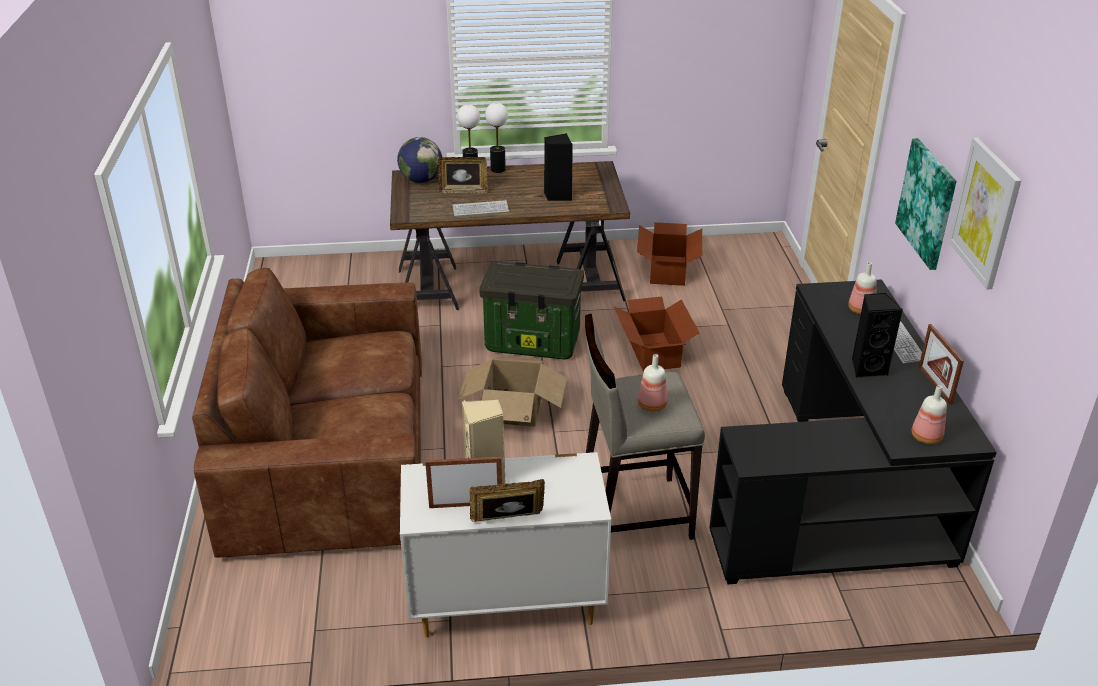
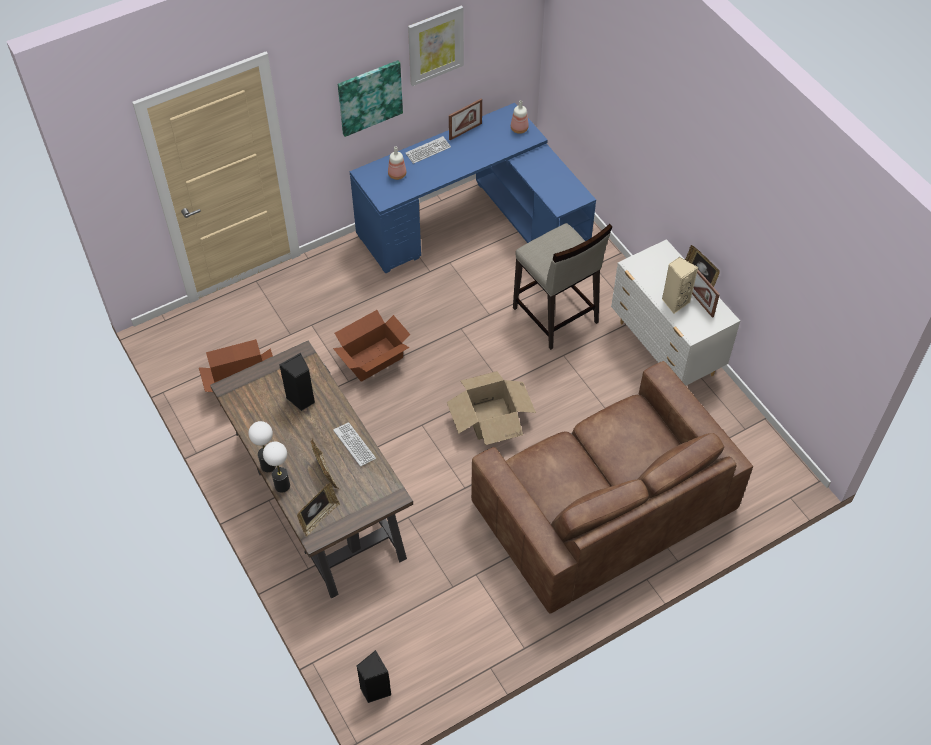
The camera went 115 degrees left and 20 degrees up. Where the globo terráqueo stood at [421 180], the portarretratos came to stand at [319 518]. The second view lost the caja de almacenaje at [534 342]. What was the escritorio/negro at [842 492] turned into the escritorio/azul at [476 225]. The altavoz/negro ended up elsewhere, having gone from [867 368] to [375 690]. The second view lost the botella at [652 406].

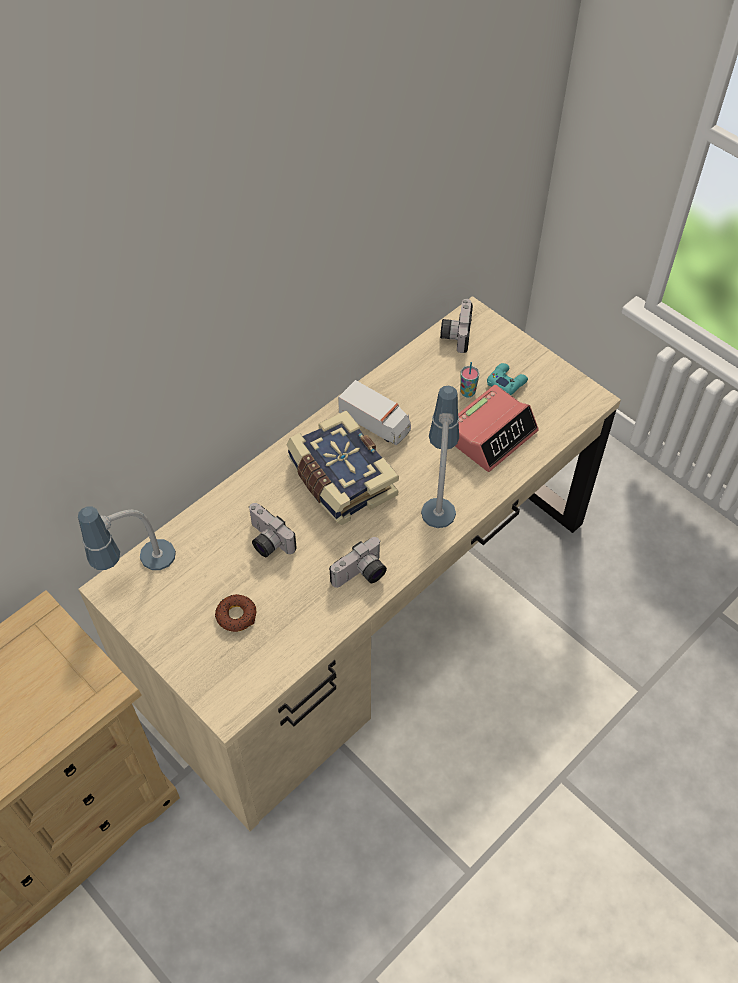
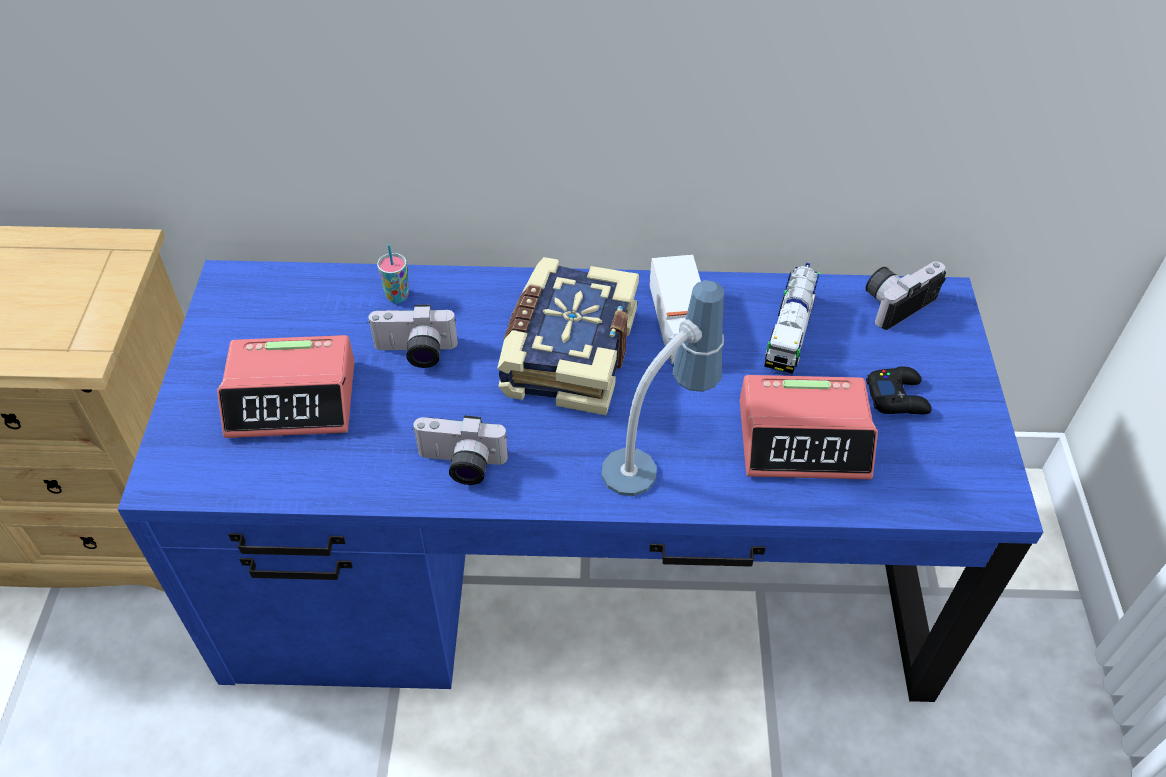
The camera went 45 degrees right and 5 degrees down. What was the escritorio/beis at [366 607] turned into the escritorio/azul at [579 573]. The taza ended up elsewhere, having gone from [467 392] to [397 296]. What was the mando de consola/turquesa at [506 382] turned into the mando de consola/negro at [897 397]. The cámara at [267 541] ended up facing another way, 90 degrees counterclockwise from before. The second view lost the lámpara de mesa at [138 570]. Where the rosquilla stood at [236 616], the despertador came to stand at [293 398]. The second view gained the camión de juguete at [789 333].

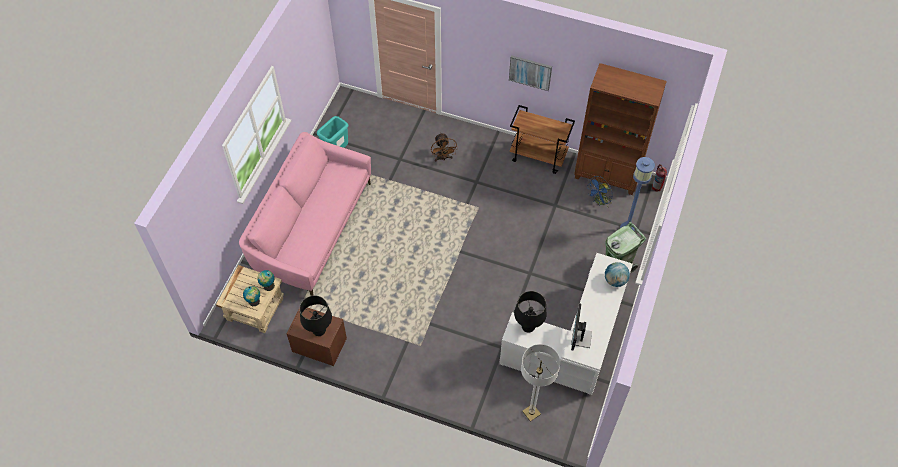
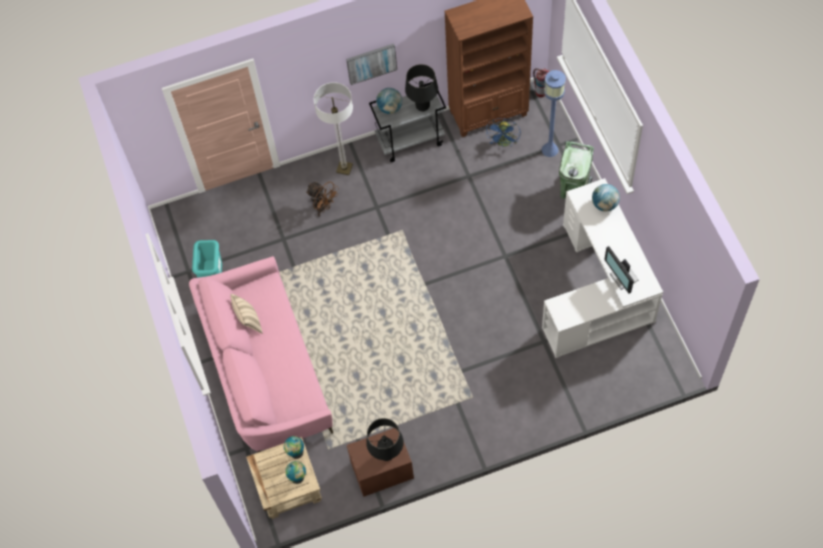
The camera went 35 degrees left and 5 degrees up. What was the carrito/marrón at [538 157] turned into the carrito/gris at [411 140]. The lámpara de mesa/negro ended up elsewhere, having gone from [528 327] to [422 106]. The lámpara de pie ended up elsewhere, having gone from [531 413] to [344 168]. The second view gained the globo terráqueo at [390 108]. The second view gained the cojín/beis at [248 321].

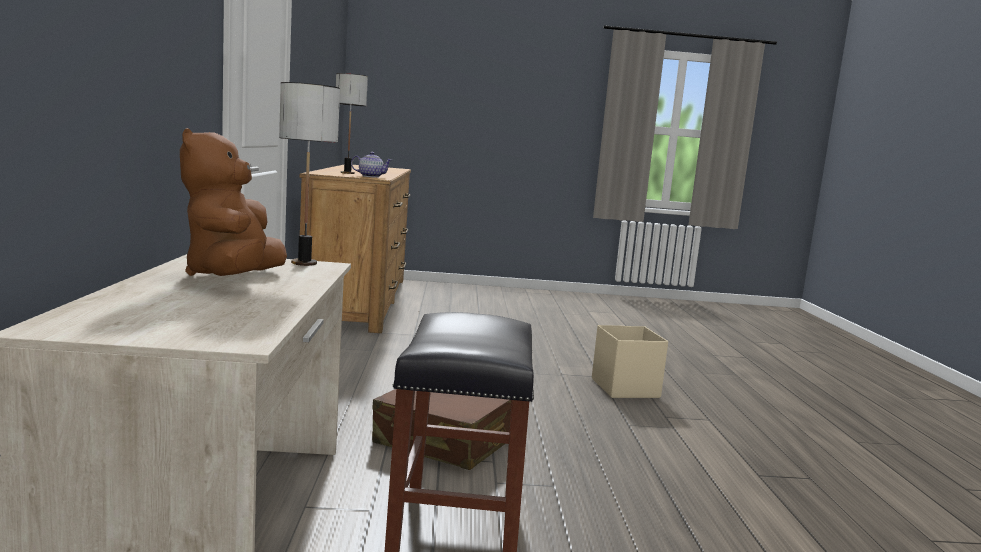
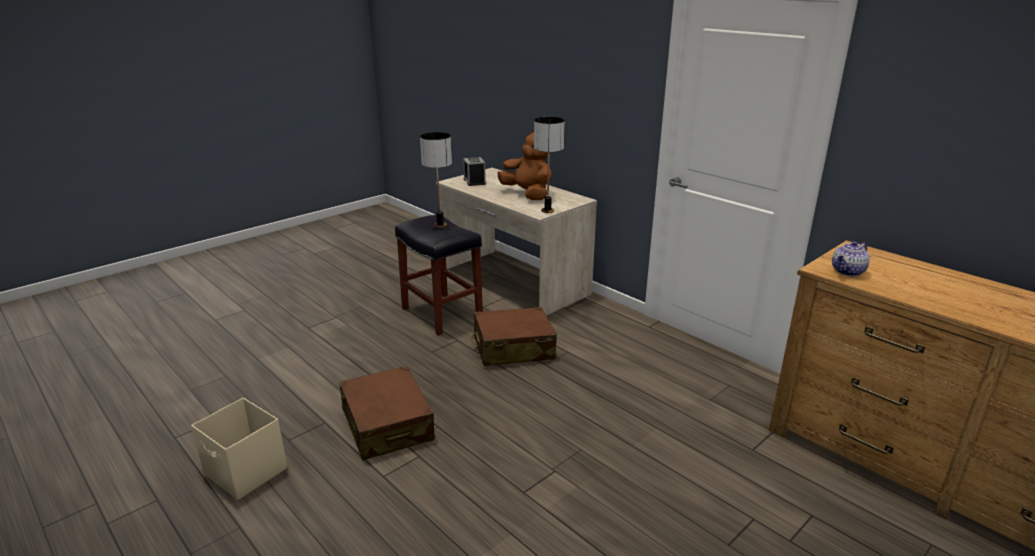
The camera went 140 degrees right and 15 degrees up. The lámpara de mesa ended up elsewhere, having gone from [348 173] to [439 226]. The caja de almacenaje/beis ended up elsewhere, having gone from [625 388] to [246 472]. The second view gained the despertador at [474 181]. The second view gained the maleta/marrón at [387 425].

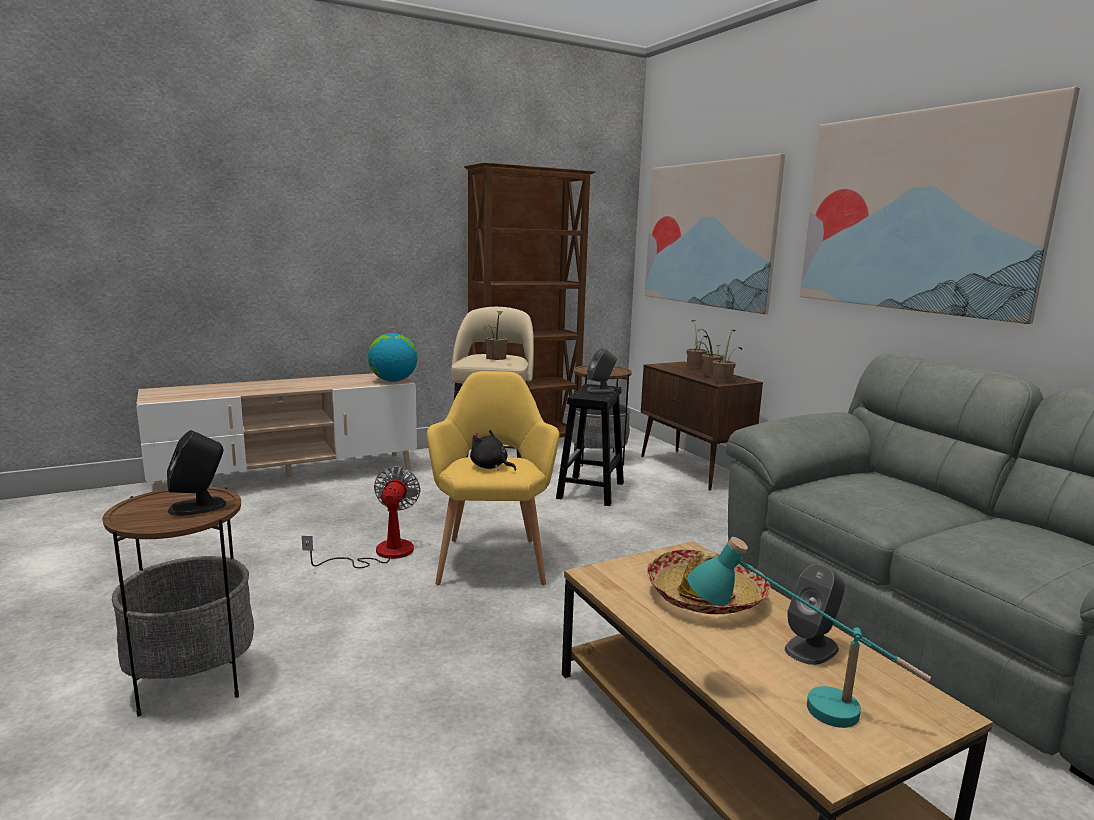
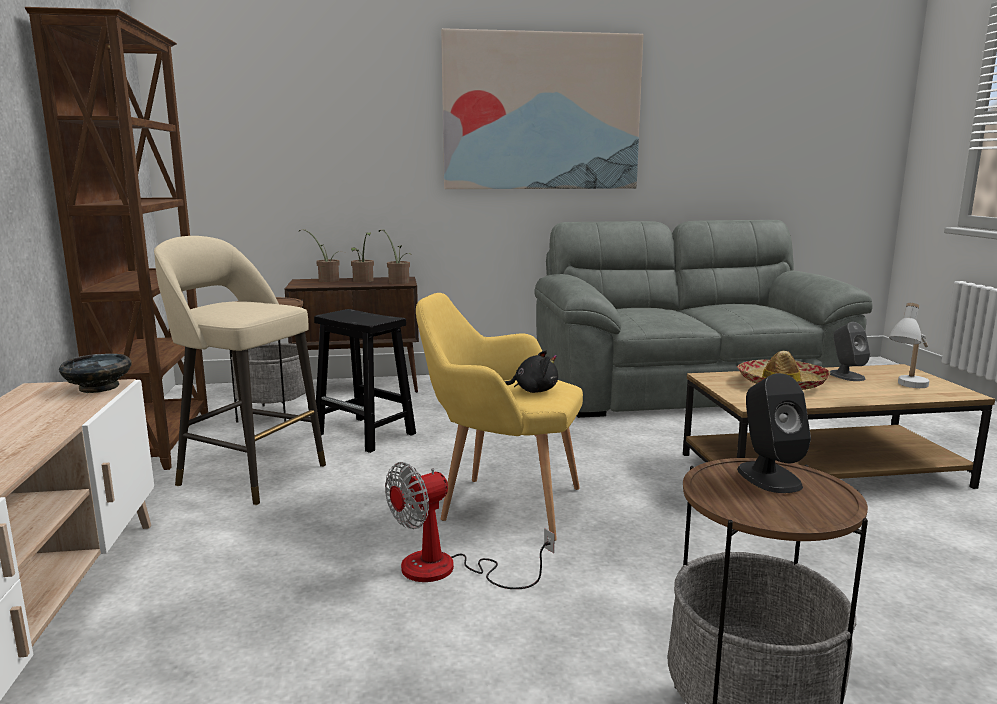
The camera went 70 degrees left and 0 degrees up. The second view lost the cuadro at [708 234]. The second view lost the planta en maceta at [495 358]. Where the globo terráqueo stood at [393 381], the cuenco/negro came to stand at [98 388]. The second view lost the altavoz/gris at [601 390]. The peluche/negro at [490 467] ended up facing another way, 150 degrees counterclockwise from before. The ventilador at [381 553] ended up facing another way, 60 degrees counterclockwise from before. What was the lámpara de mesa/turquesa at [793 701] turned into the lámpara de mesa/blanco at [908 389].

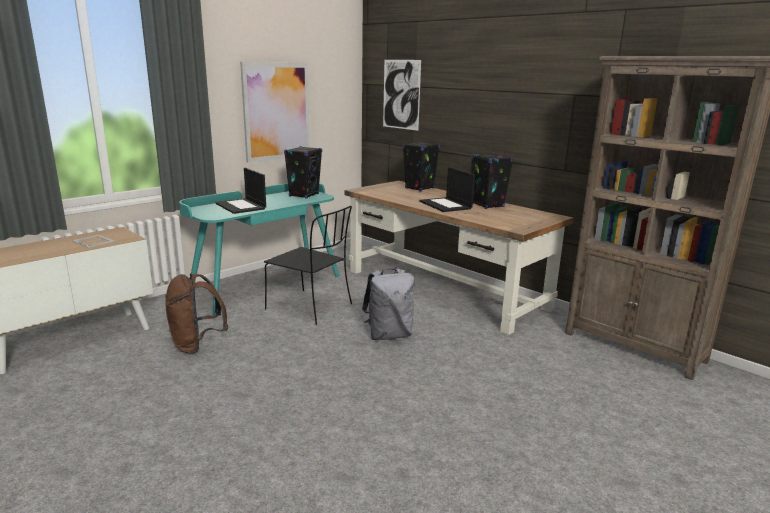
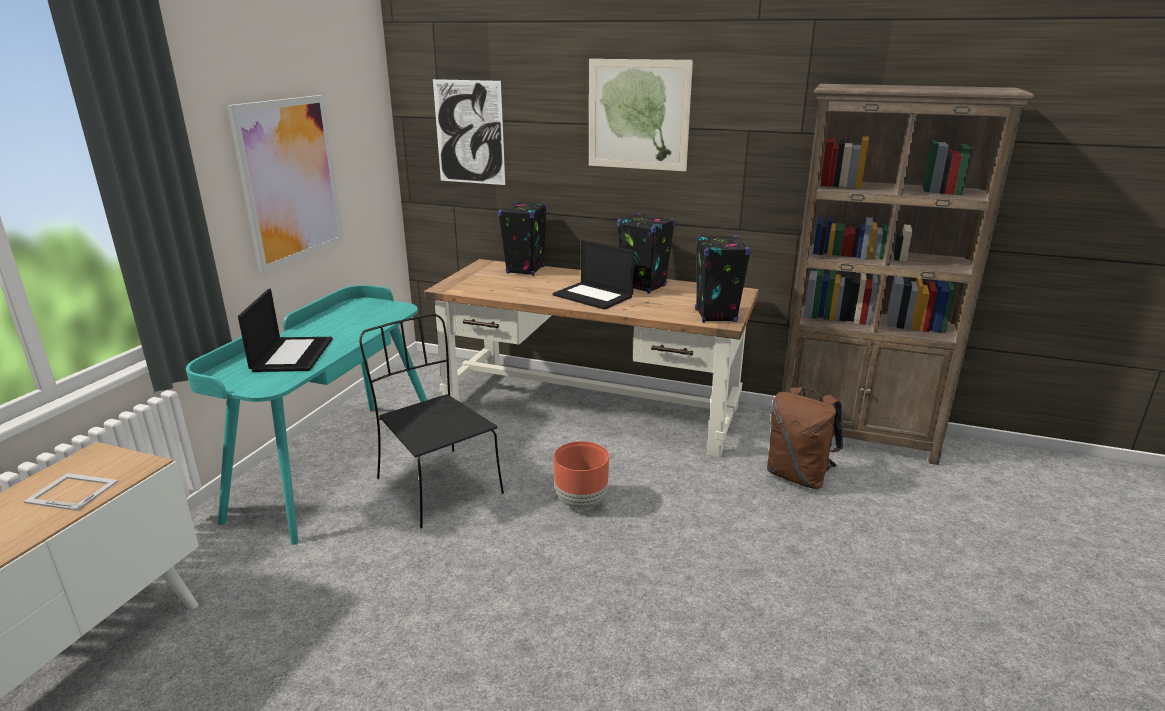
The camera went 25 degrees left and 5 degrees up. The altavoz/negro ended up elsewhere, having gone from [304 195] to [715 315]. The portátil at [241 206] ended up facing another way, 120 degrees counterclockwise from before. The silla/negro at [311 307] ended up facing another way, 135 degrees counterclockwise from before. Where the mochila/gris stood at [388 335], the maceta/marrón came to stand at [581 501]. The mochila/marrón ended up elsewhere, having gone from [196 345] to [798 476]. The second view gained the cuadro at [638 115].

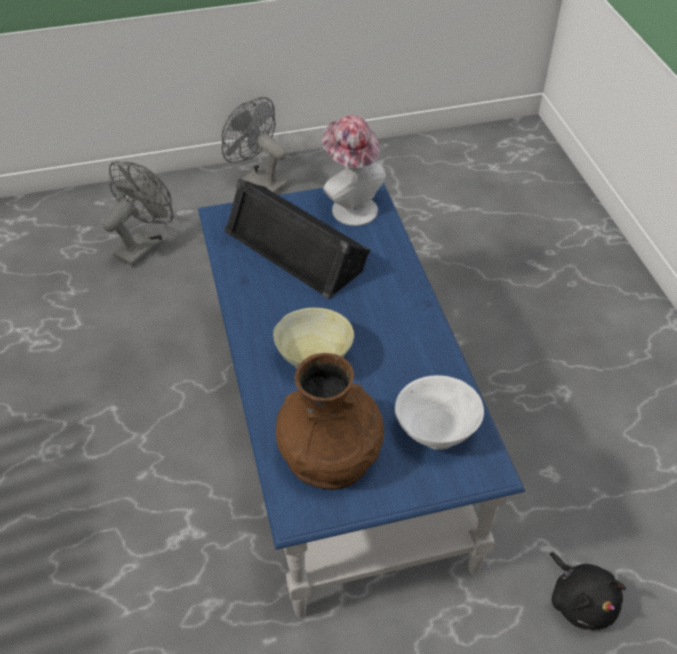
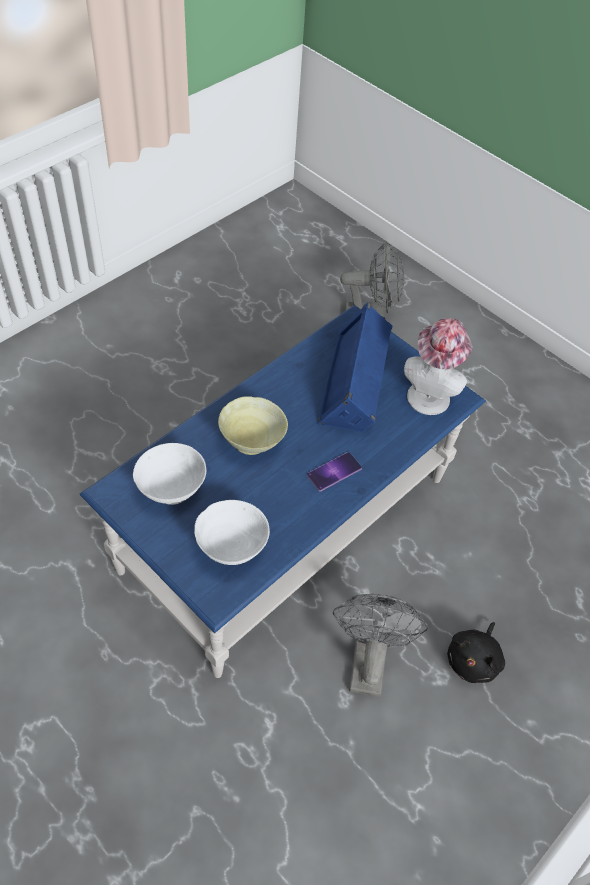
The camera went 55 degrees right and 5 degrees up. The ventilador/gris ended up elsewhere, having gone from [258 181] to [367 660]. What was the altavoz/negro at [297 247] turned into the altavoz/azul at [357 380]. Where the florero/marrón stood at [329 452], the cuenco/blanco came to stand at [172 488]. The peluche/negro ended up elsewhere, having gone from [581 601] to [473 660]. The second view gained the móvil at [334 471].

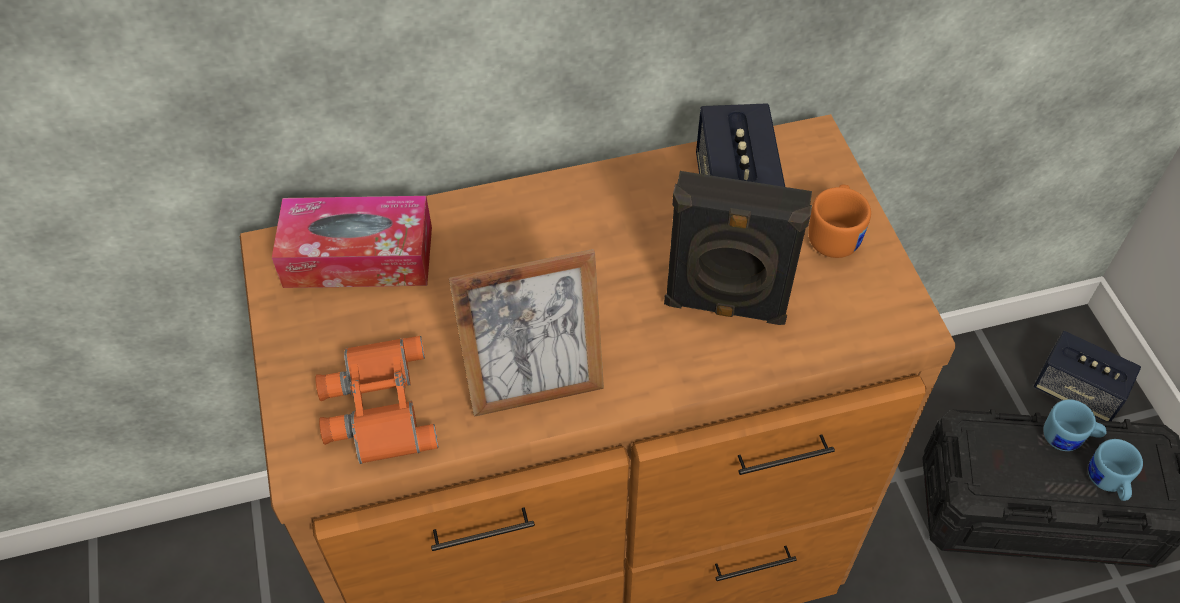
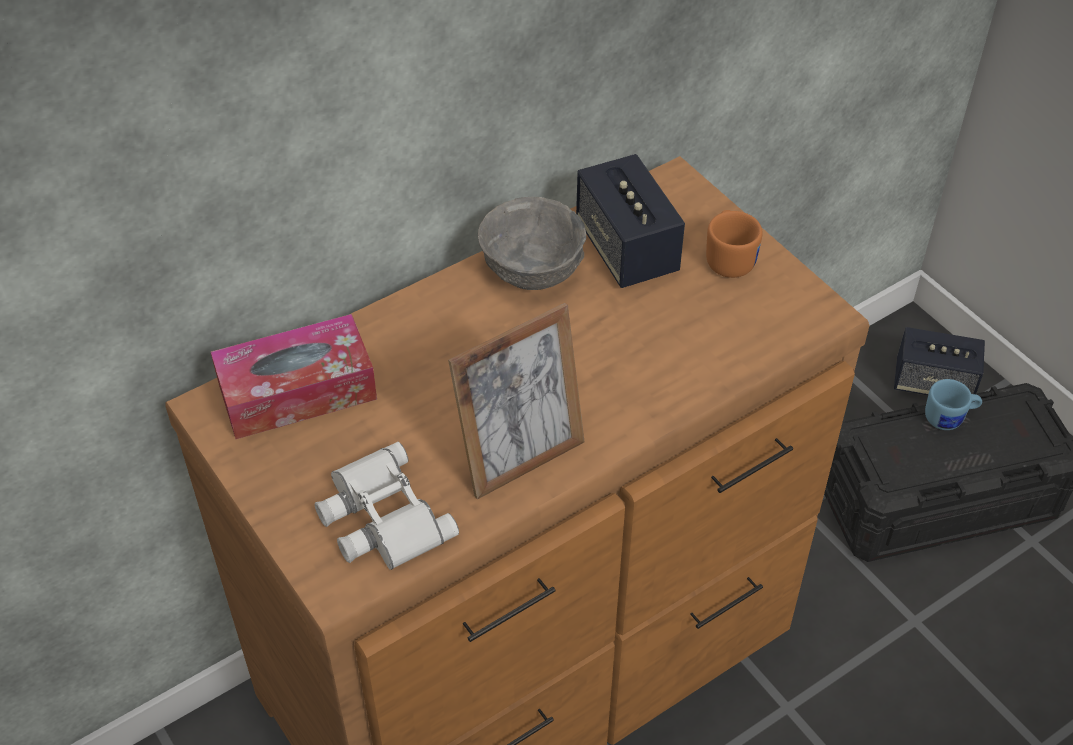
The camera went 20 degrees left and 5 degrees down. The second view lost the altavoz/negro at [725 306]. What was the prismáticos/naranja at [376 406] turned into the prismáticos/blanco at [380 517]. The second view lost the taza grande/azul at [1107 483]. The second view gained the cuenco/gris at [533 268].

